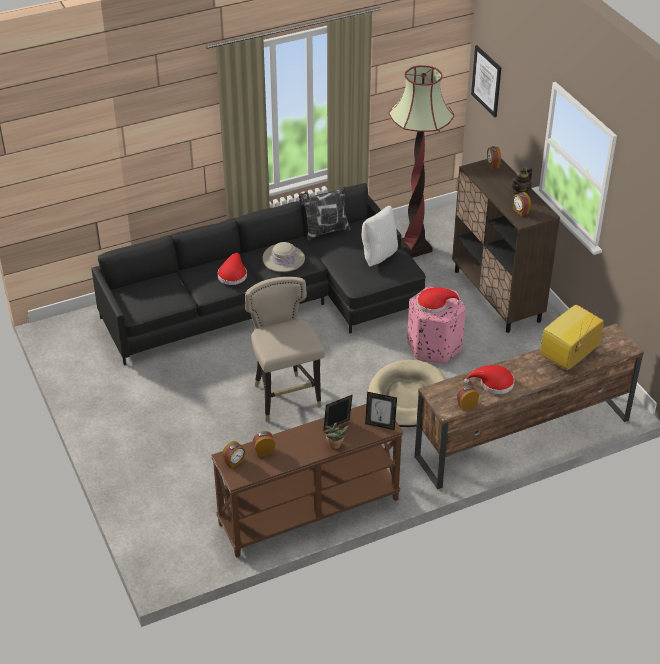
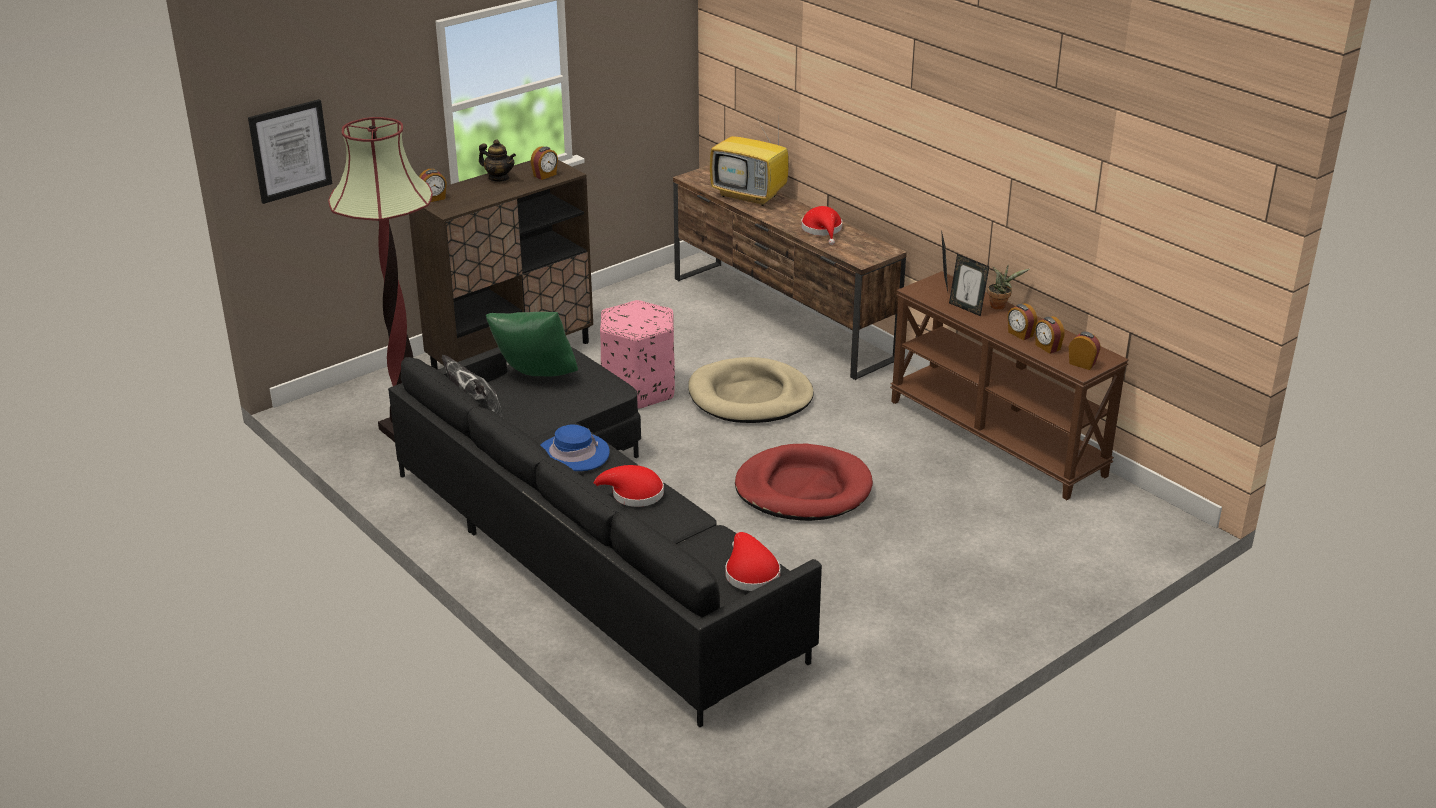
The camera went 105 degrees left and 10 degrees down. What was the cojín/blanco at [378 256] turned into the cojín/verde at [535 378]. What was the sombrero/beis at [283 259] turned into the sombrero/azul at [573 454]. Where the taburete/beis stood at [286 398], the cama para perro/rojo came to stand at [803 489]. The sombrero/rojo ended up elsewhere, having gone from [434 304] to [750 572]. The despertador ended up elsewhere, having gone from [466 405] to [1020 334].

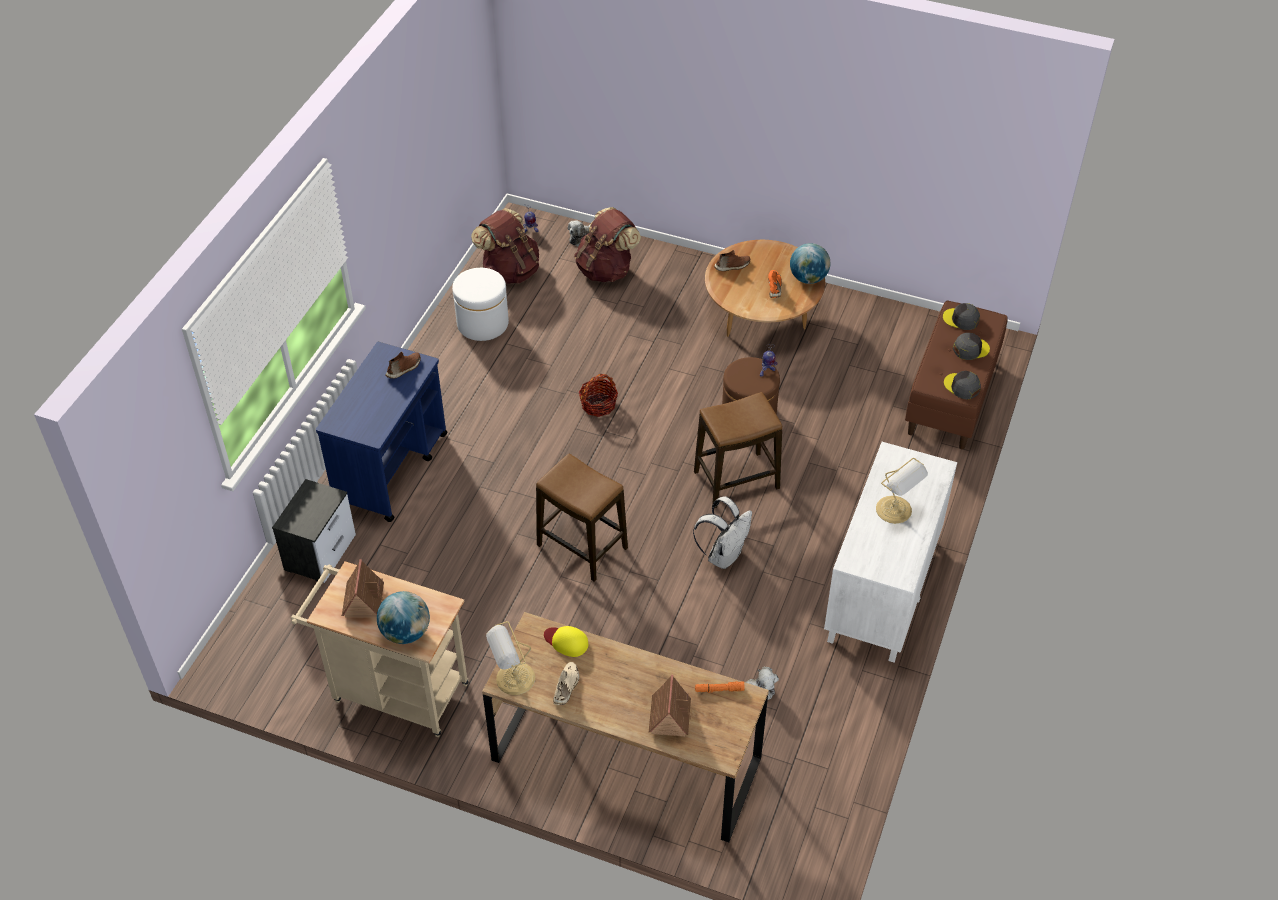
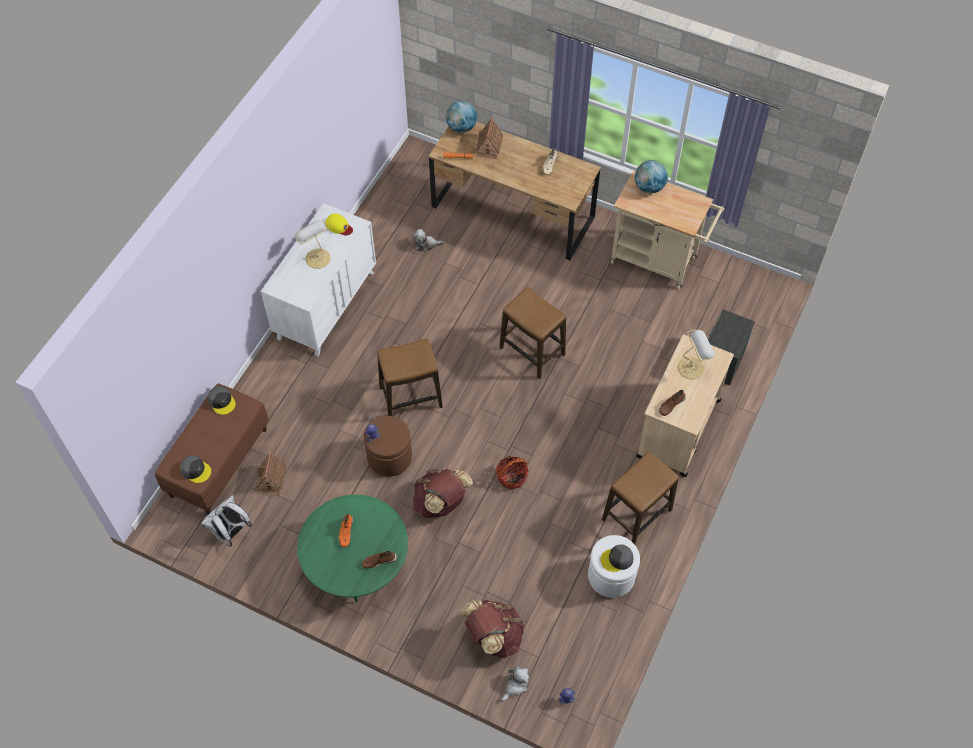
The camera went 175 degrees left and 10 degrees up. The mochila/marrón ended up elsewhere, having gone from [510 271] to [441 503]. What was the mesa de centro/marrón at [762 317] turned into the mesa de centro/verde at [356 563]. The globo terráqueo ended up elsewhere, having gone from [808 278] to [461 127]. The gorra/gris ended up elsewhere, having gone from [970 349] to [617 559]. What was the carrito/azul at [391 468] turned into the carrito/beis at [678 429]. The mochila/blanco ended up elsewhere, having gone from [724 555] to [231 532]. The casita ended up elsewhere, having gone from [363 599] to [271 479]. The lámpara de mesa ended up elsewhere, having gone from [513 679] to [692 367]. The gorra/amarillo ended up elsewhere, having gone from [566 641] to [339 226]. The second view gained the taburete at [637 515].

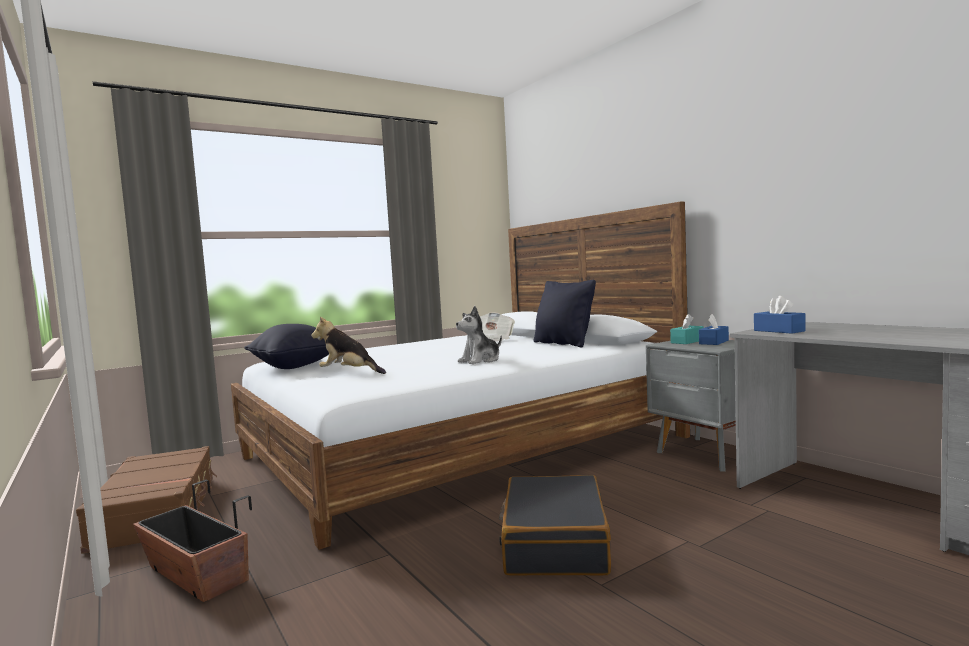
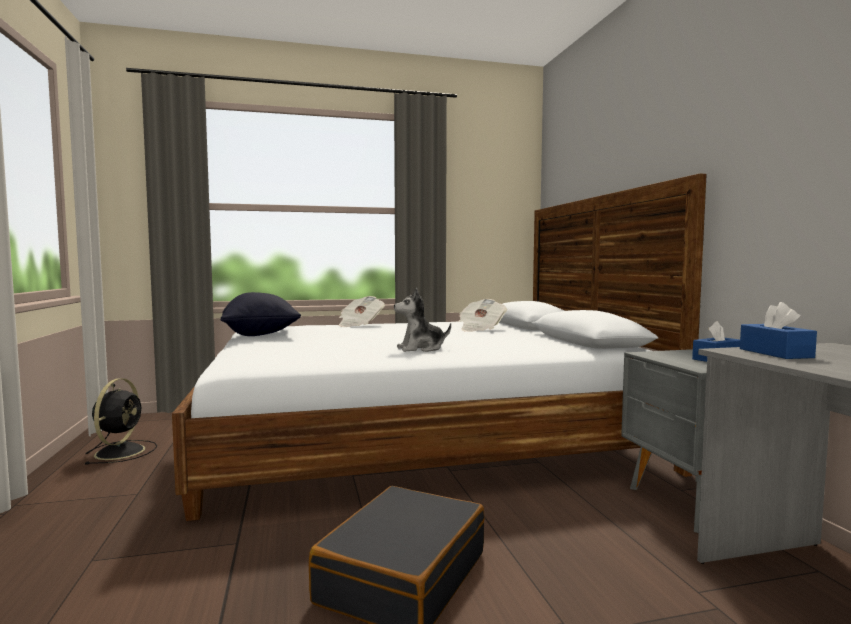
The camera went 20 degrees right and 0 degrees up. The second view lost the cojín/negro at [563 343]. The second view lost the caja de pañuelos/turquesa at [687 341]. The second view lost the peluche at [349 373]. Where the maleta/marrón stood at [158 511], the ventilador/negro came to stand at [121 451]. The second view lost the maceta at [195 575]. The second view gained the periódico at [359 324].

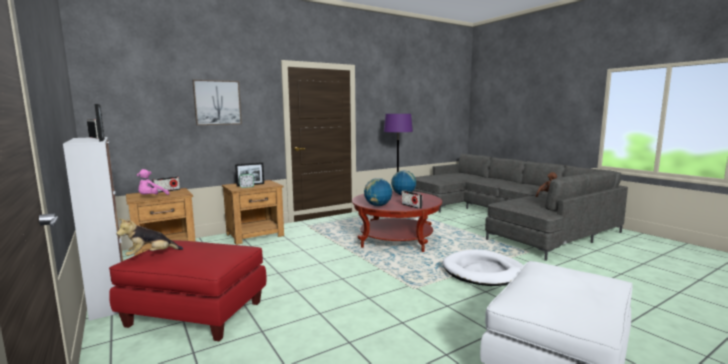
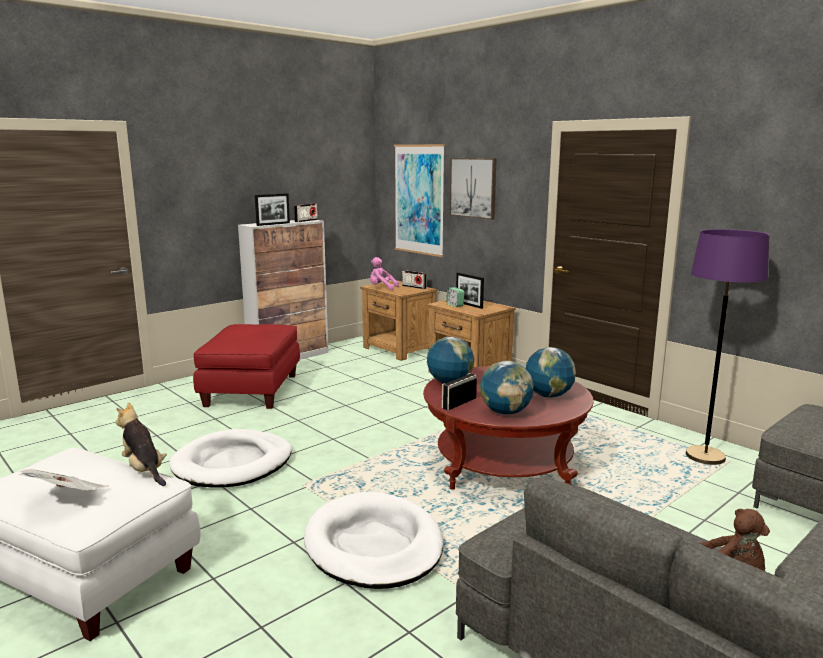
The camera went 80 degrees right and 5 degrees up. The peluche ended up elsewhere, having gone from [150 255] to [144 470]. The second view gained the cuadro at [419 199]. The second view gained the globo terráqueo at [505 412]. The second view gained the cama para perro/blanco at [233 463]. The second view gained the periódico at [68 498].

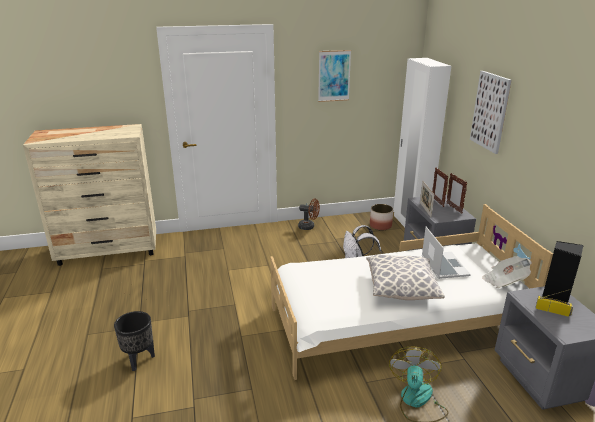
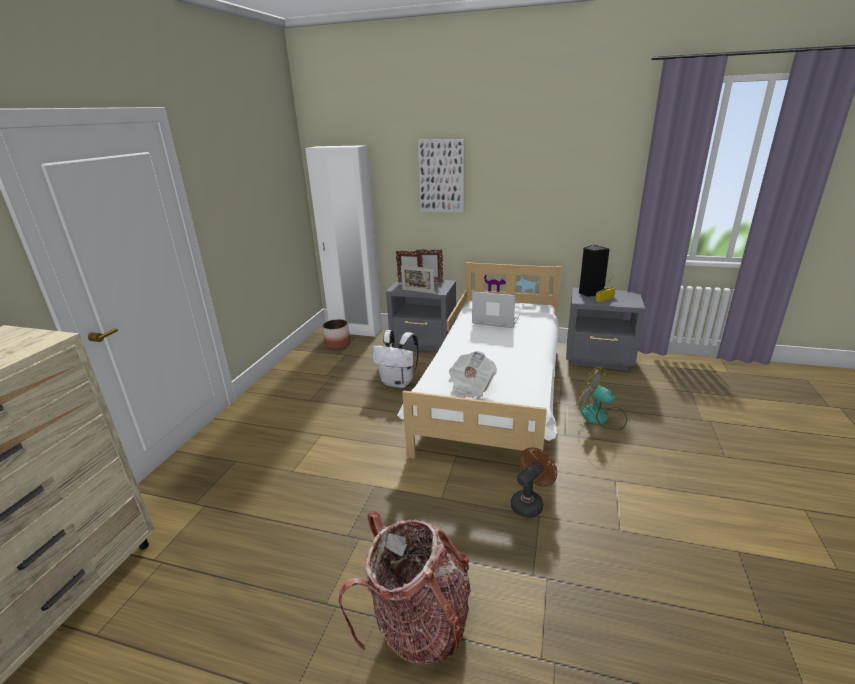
The camera went 60 degrees left and 0 degrees up. The second view lost the cuadro at [334 76]. The ventilador/marrón ended up elsewhere, having gone from [309 227] to [529 503]. The second view lost the cojín at [401 288]. The periódico ended up elsewhere, having gone from [504 281] to [470 387]. Where the maceta/negro stood at [139 360], the mochila came to stand at [418 623].

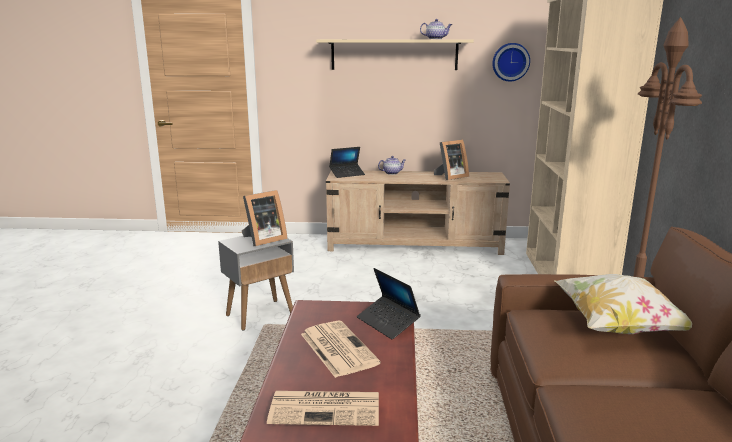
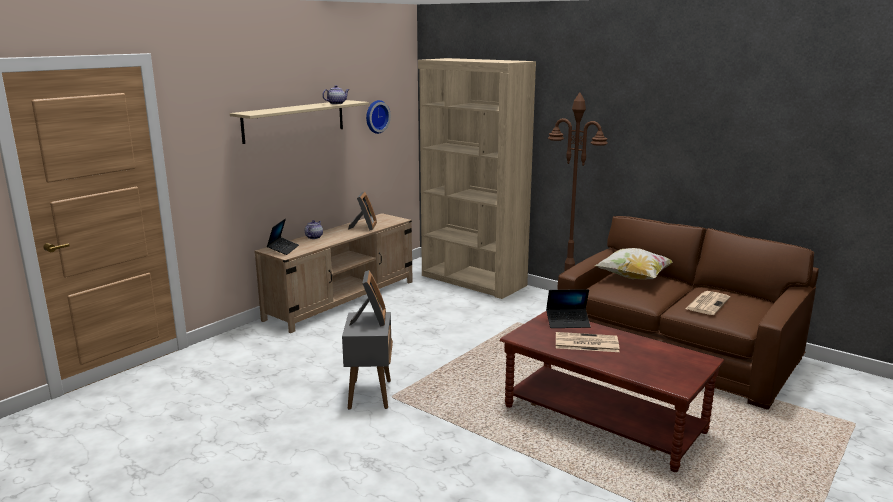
The camera went 55 degrees left and 0 degrees up. The periódico ended up elsewhere, having gone from [327 408] to [707 303].

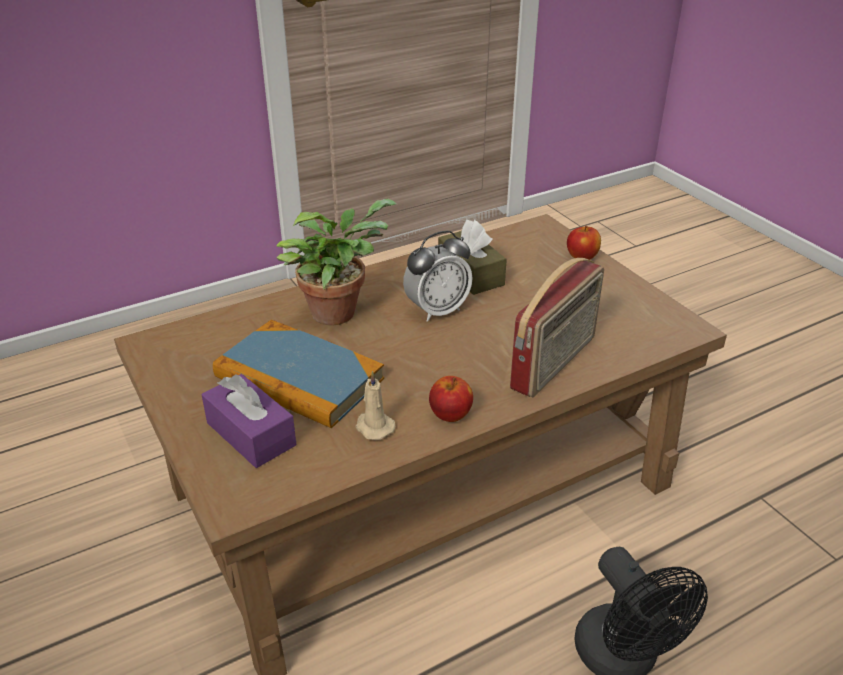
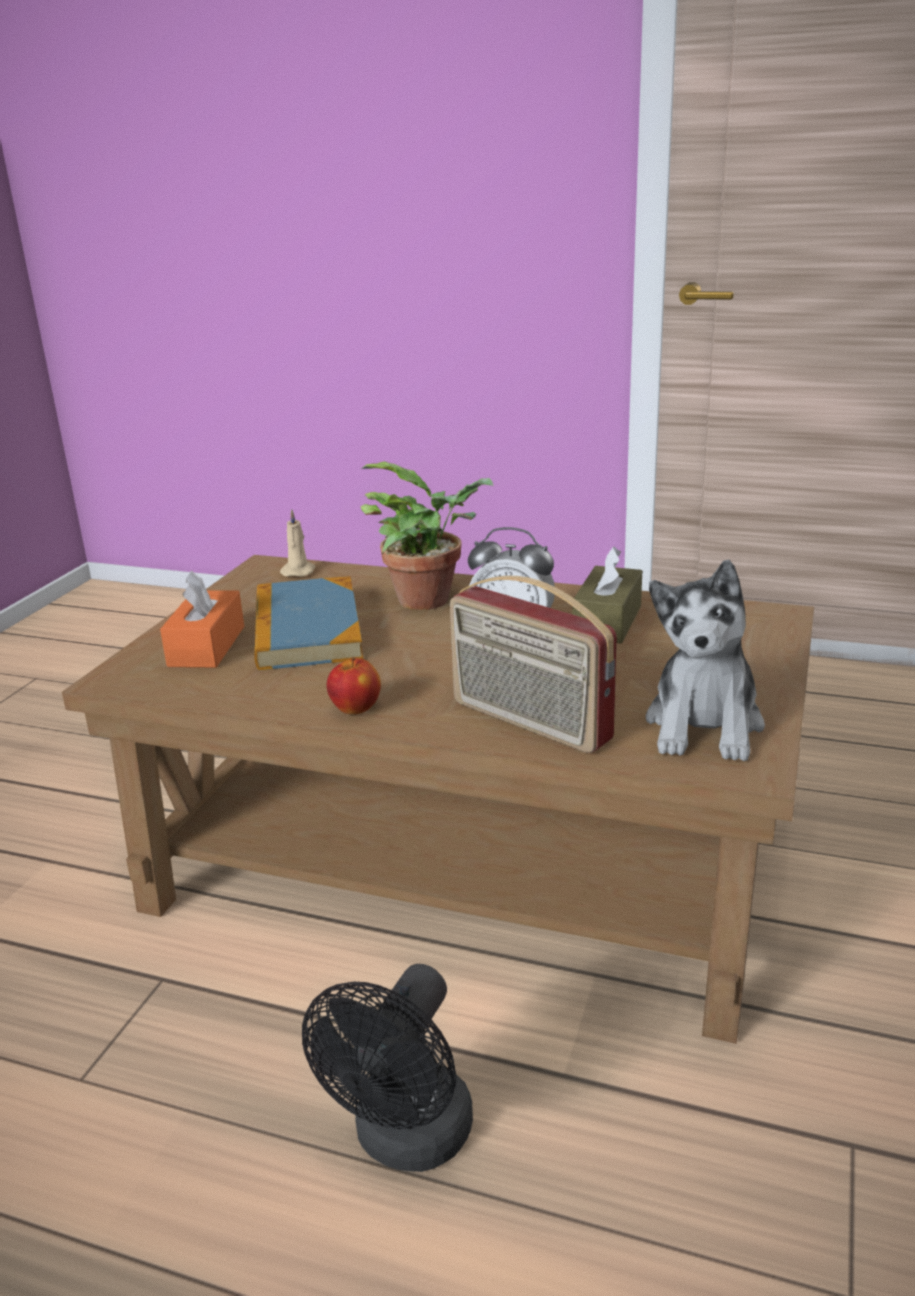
The camera went 50 degrees right and 10 degrees down. The second view lost the manzana at [582 257]. The radio at [555 363] ended up facing another way, 45 degrees clockwise from before. The vela/beis ended up elsewhere, having gone from [373 427] to [299 571]. What was the caja de pañuelos/morado at [251 434] turned into the caja de pañuelos/naranja at [207 646]. The second view gained the peluche at [704 725].

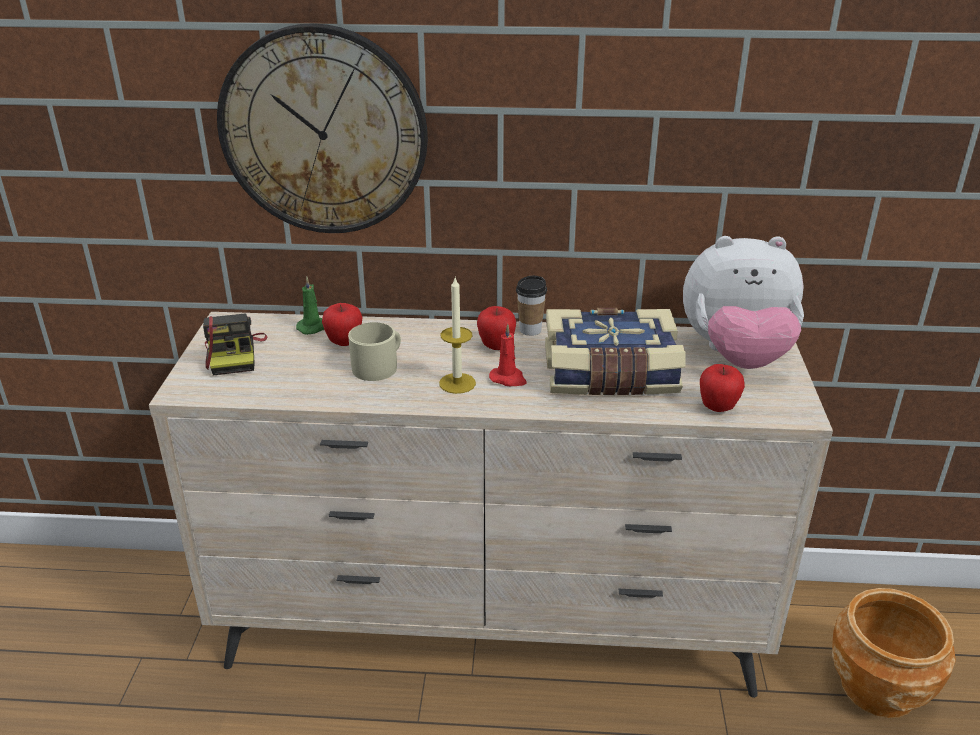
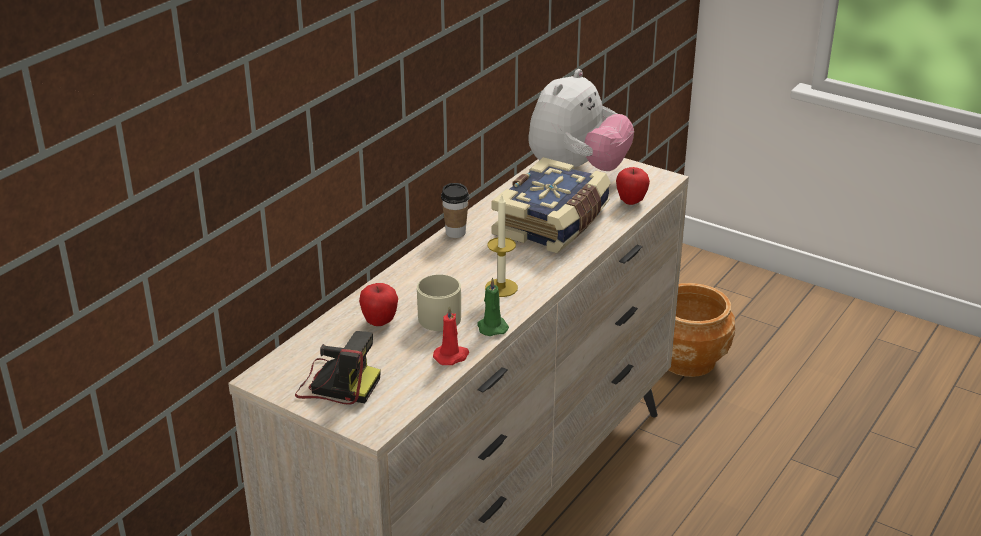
The camera went 60 degrees left and 0 degrees up. The second view lost the reloj de pared at [324 132]. The vela/verde ended up elsewhere, having gone from [314 327] to [491 327]. The second view lost the manzana at [496 346]. The vela/rojo ended up elsewhere, having gone from [508 379] to [452 356].

